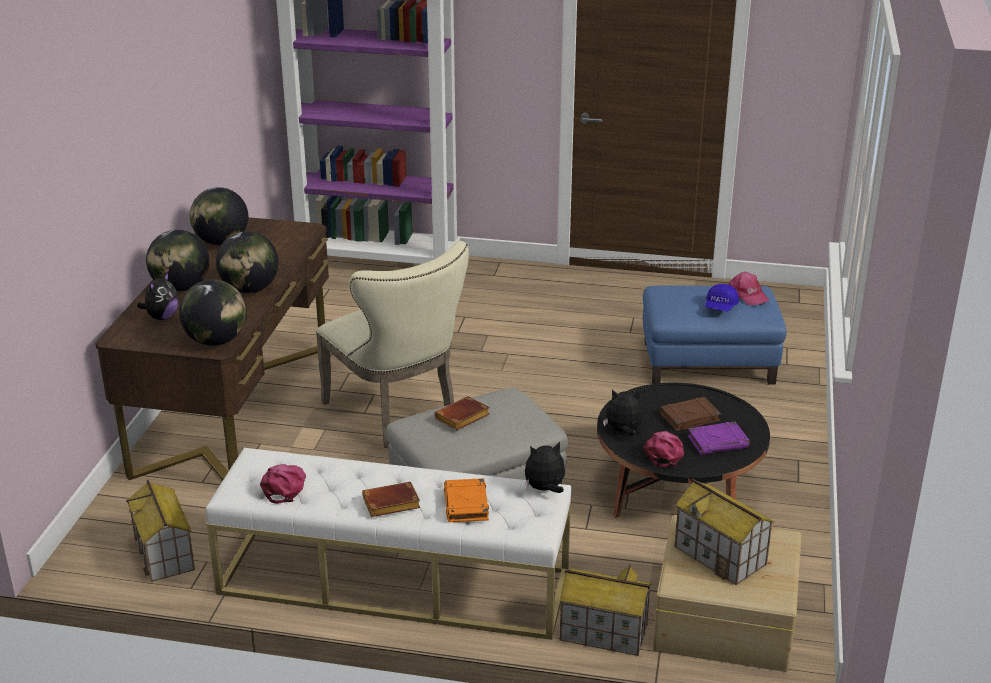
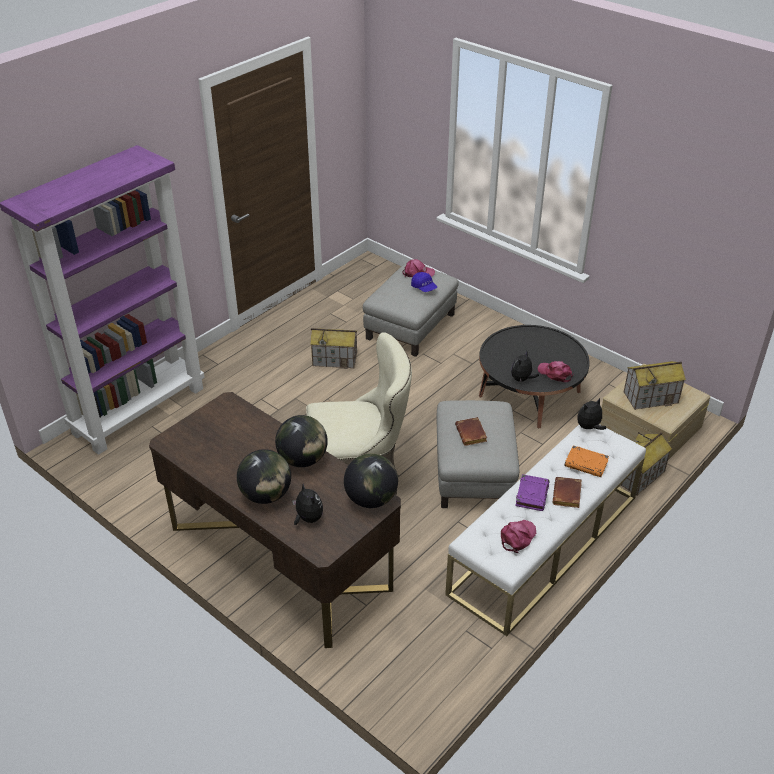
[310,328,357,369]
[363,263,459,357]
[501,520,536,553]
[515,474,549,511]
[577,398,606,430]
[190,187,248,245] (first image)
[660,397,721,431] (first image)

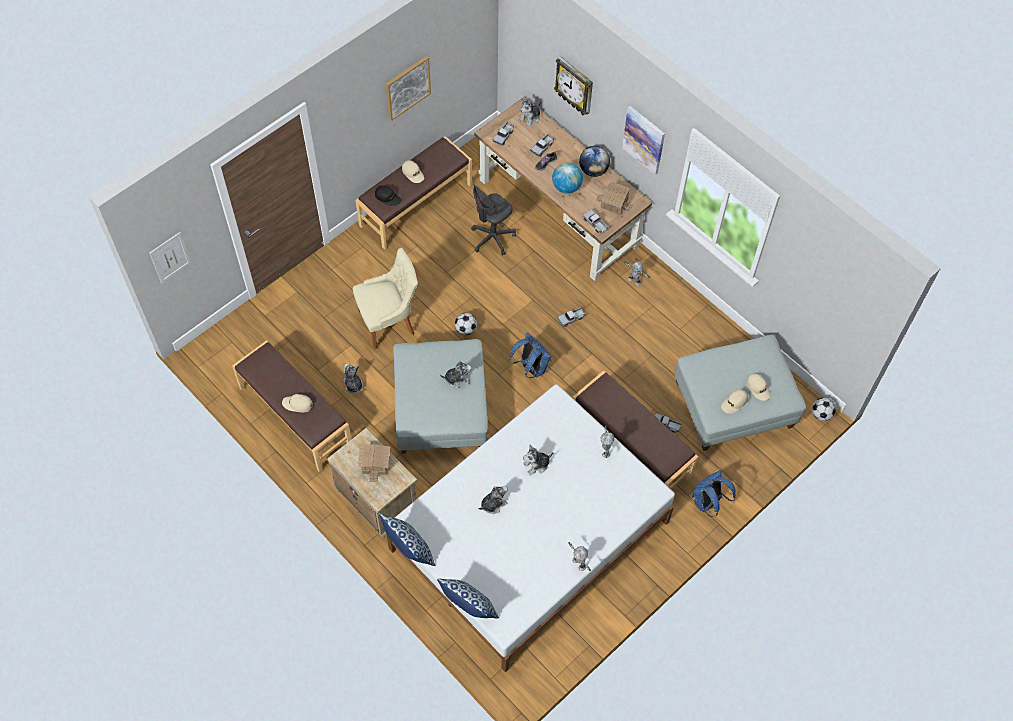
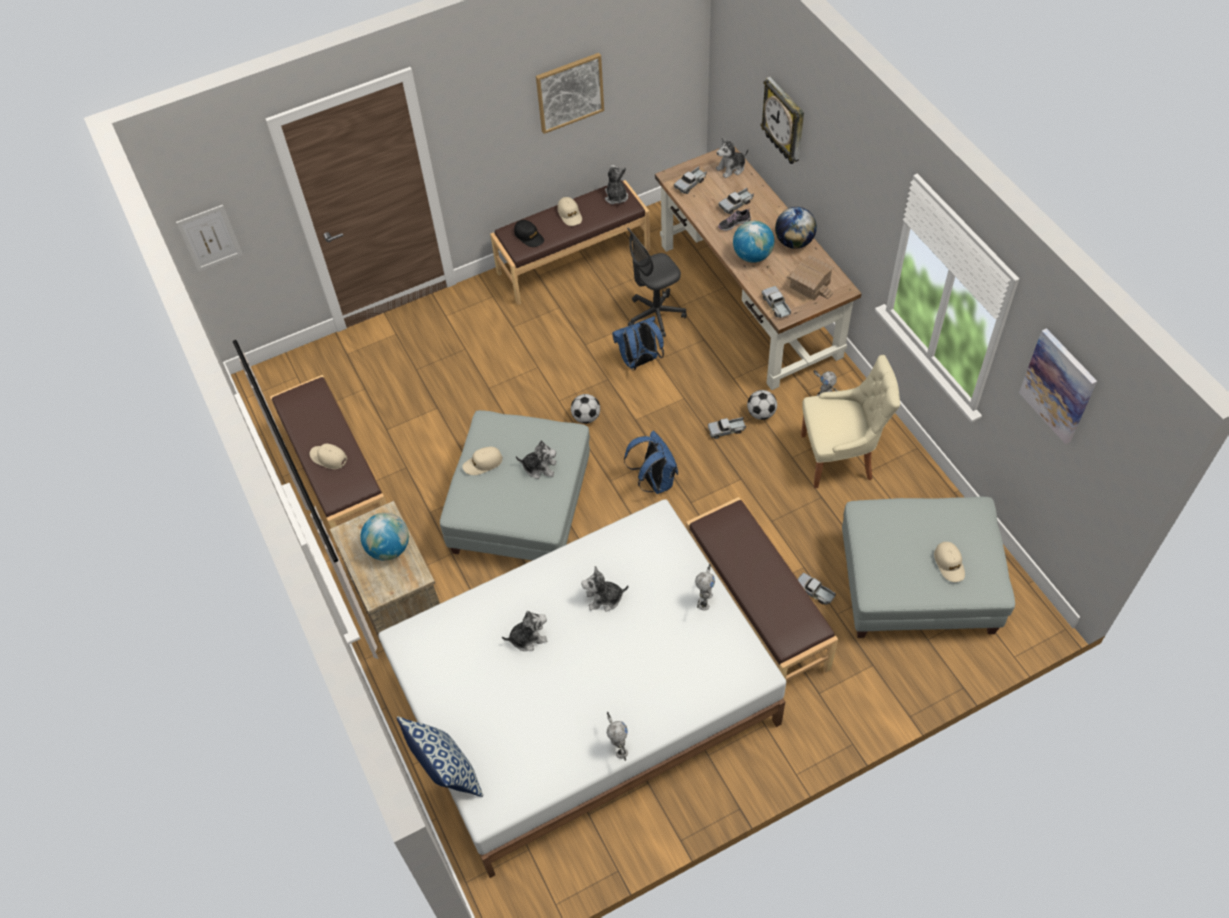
[361,513,409,561]
[462,447,503,475]
[605,165,628,204]
[612,316,664,371]
[747,390,777,420]
[801,355,900,488]
[1019,328,1097,444]
[379,514,435,566] (first image)

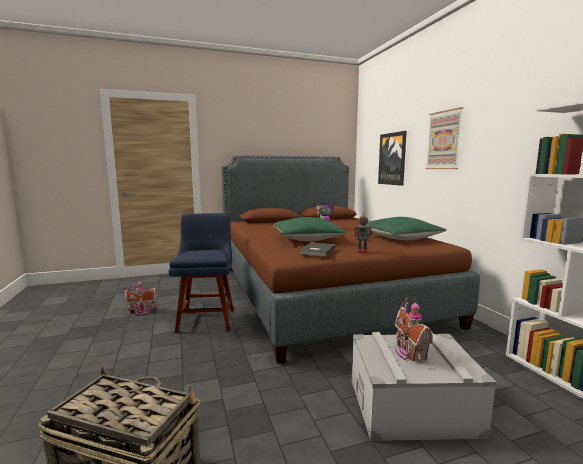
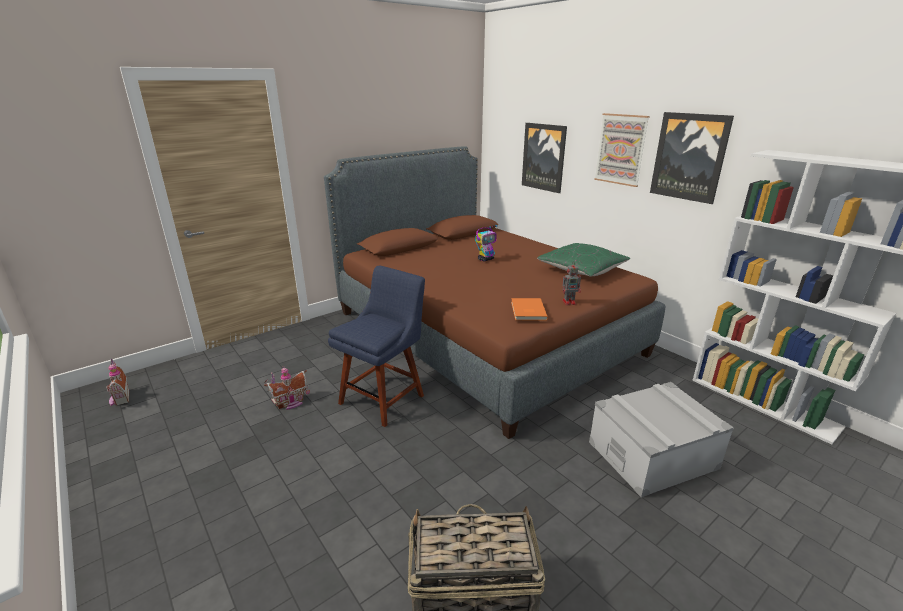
[106,359,129,406]
[328,266,425,427]
[511,298,548,321]
[650,112,734,204]
[273,217,347,241] (first image)

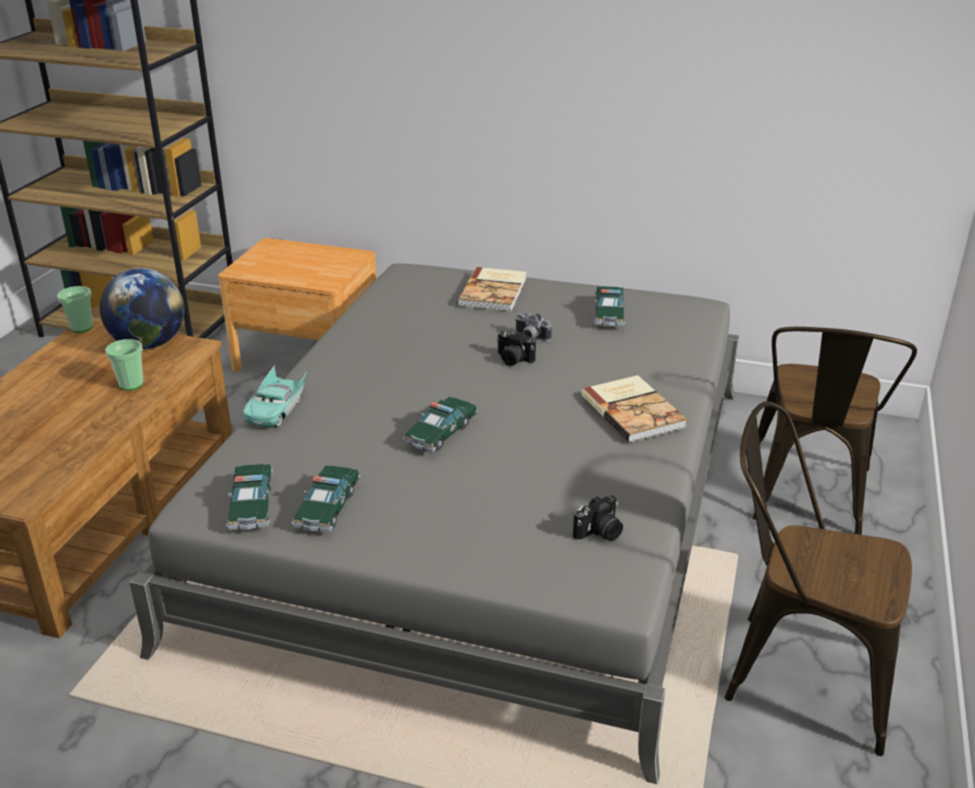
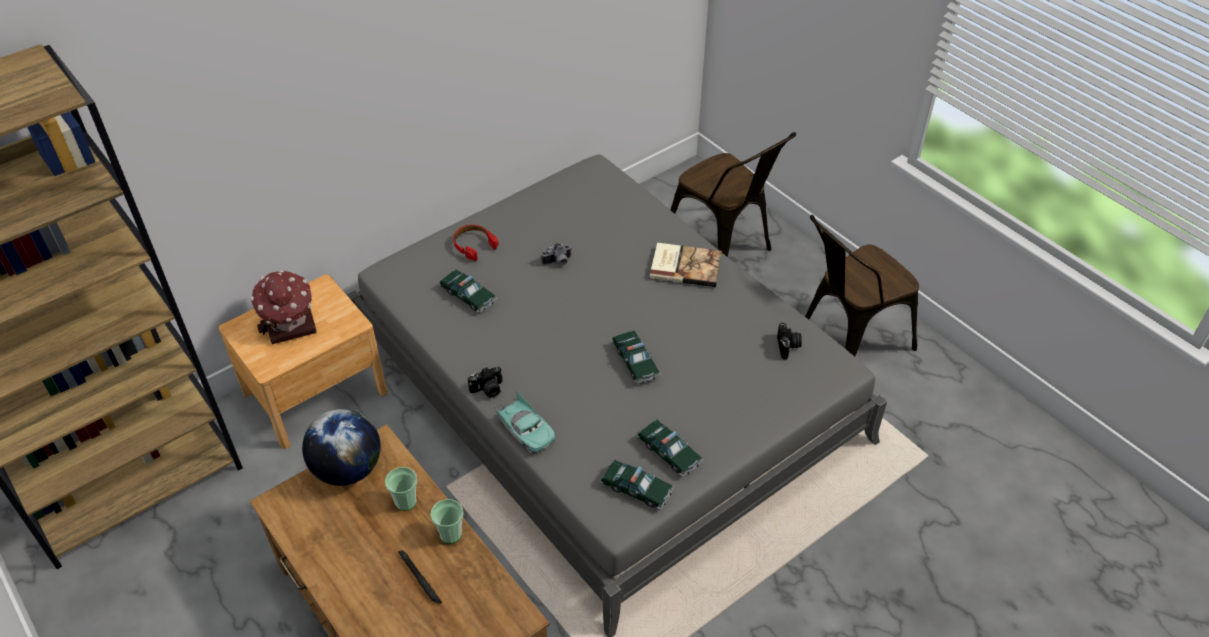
[250,270,317,344]
[398,550,442,603]
[430,499,464,544]
[439,269,497,313]
[453,224,499,261]
[468,367,503,398]

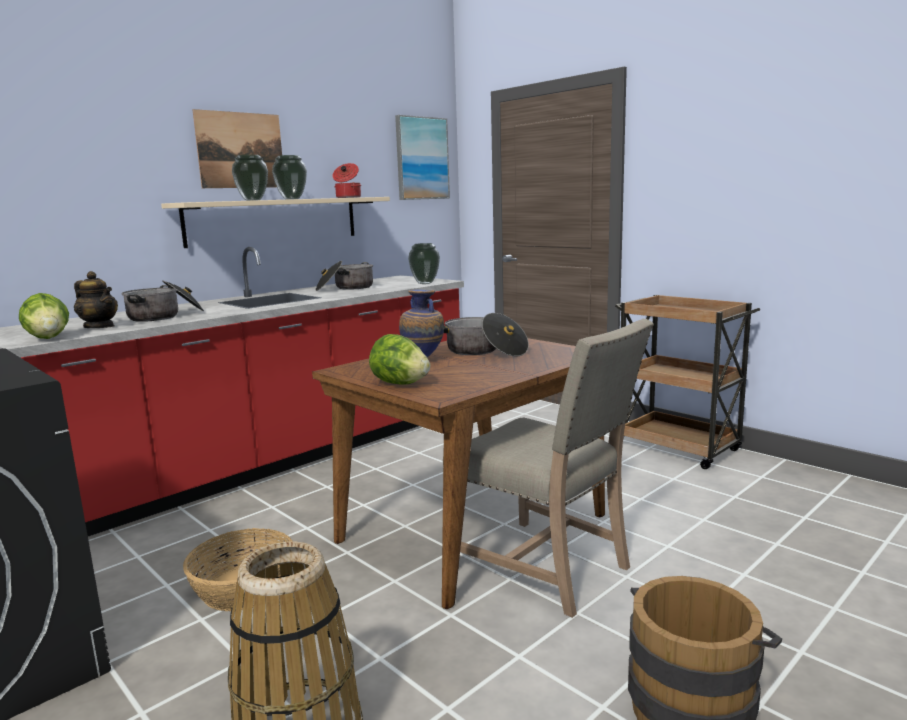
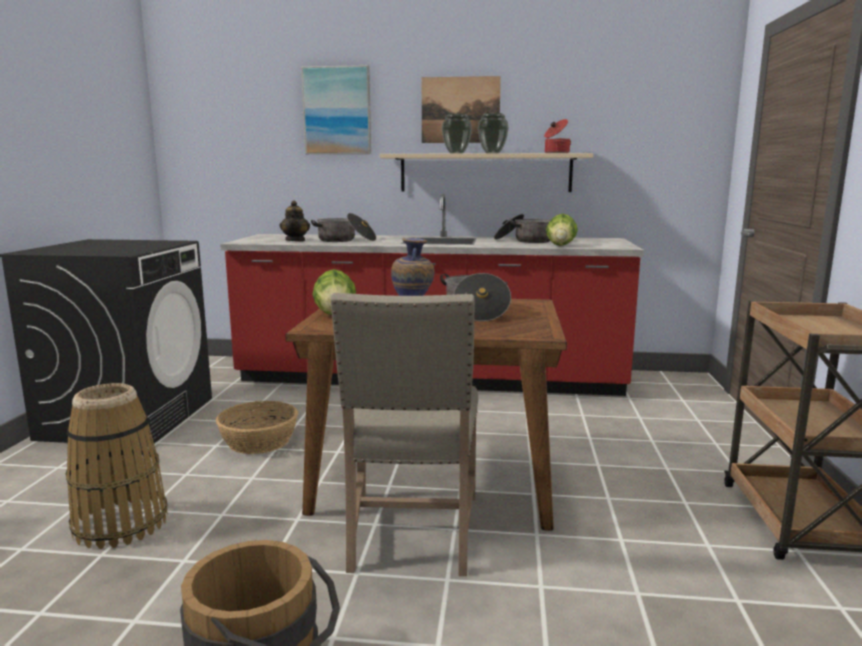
[301,65,371,154]
[546,214,578,246]
[408,243,440,284] (first image)

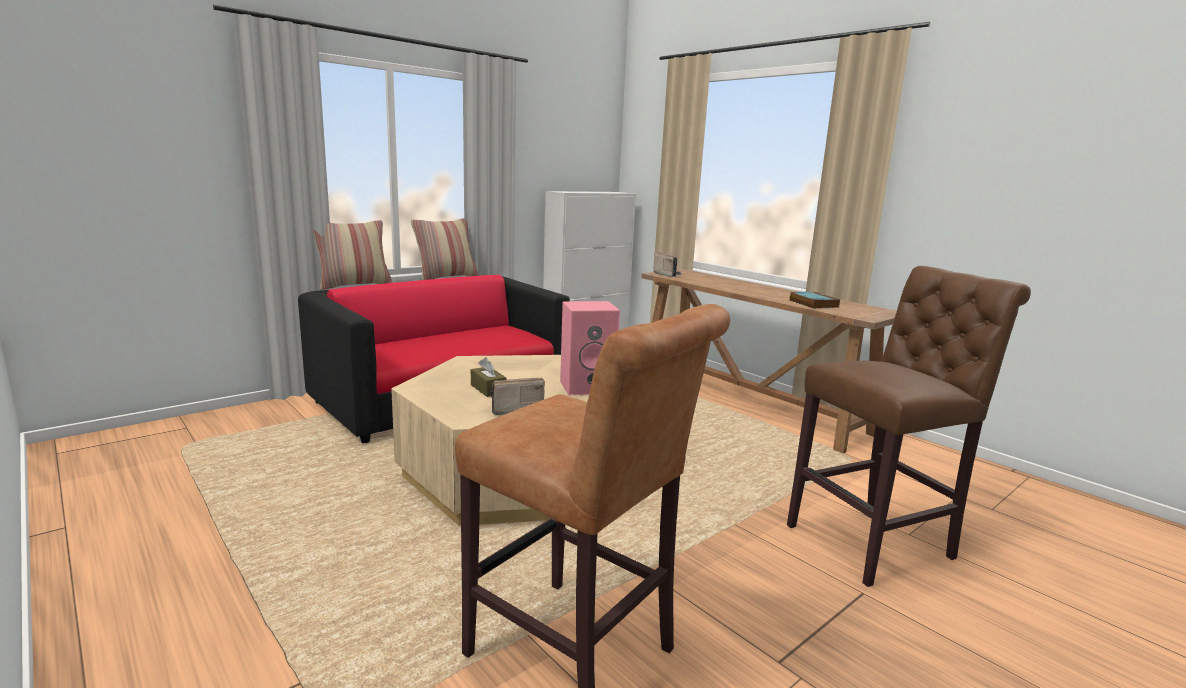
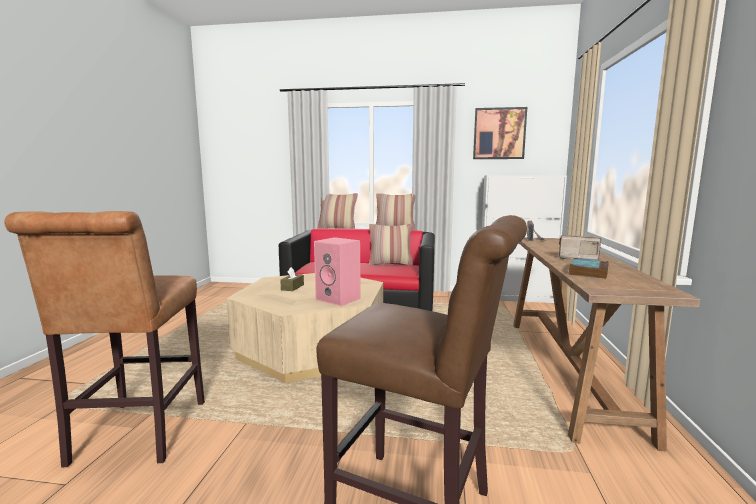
[369,224,413,266]
[473,107,527,159]
[559,235,601,260]

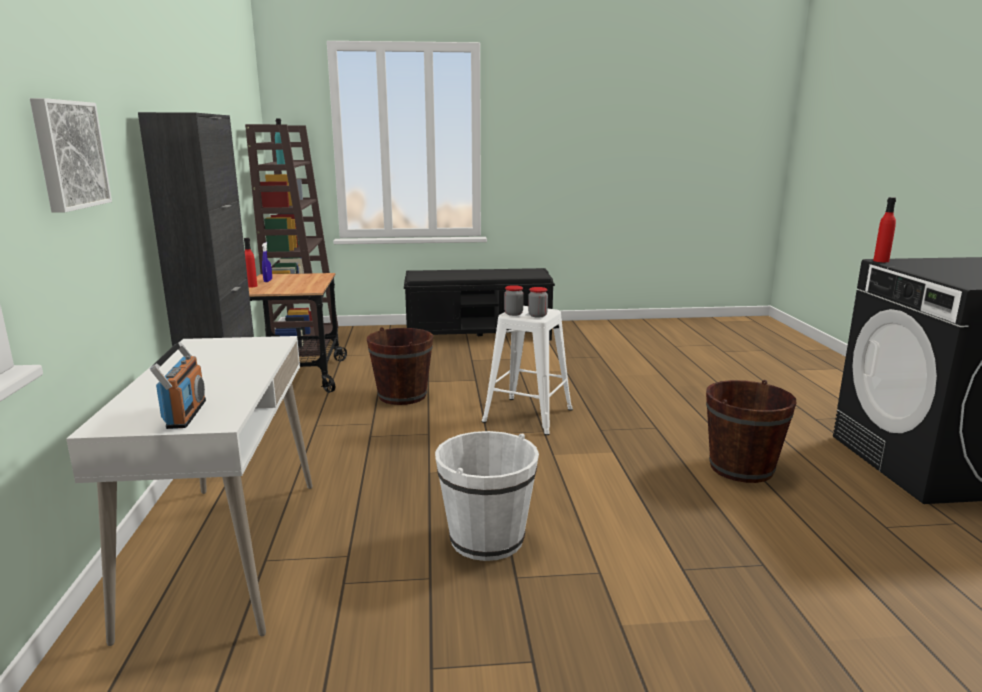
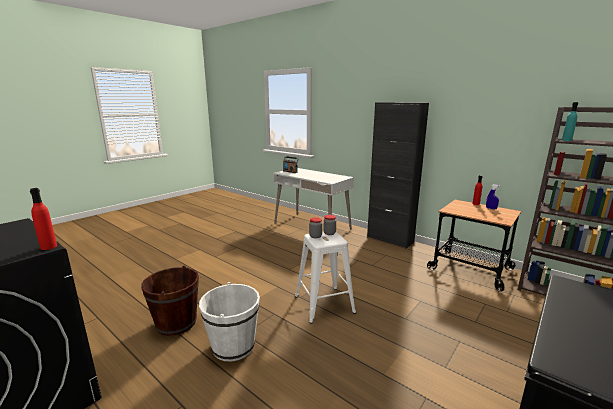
[199,282,260,361]
[30,98,112,213] (first image)
[367,327,433,405] (first image)

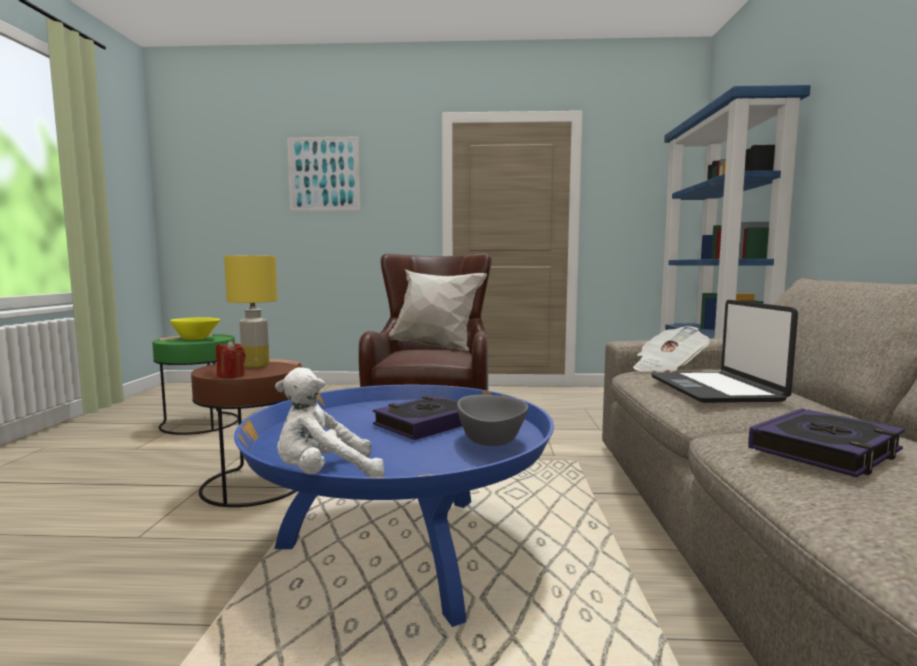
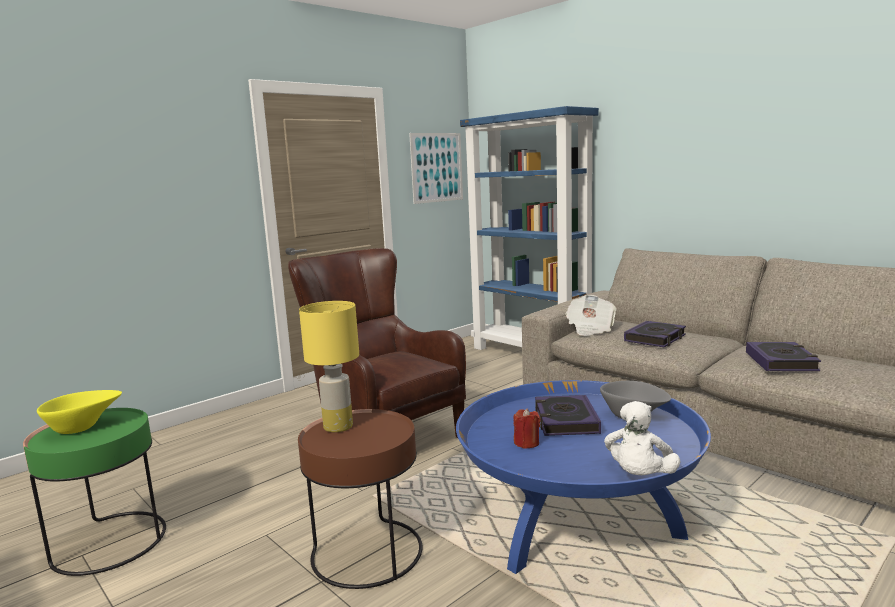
[409,133,463,204]
[513,408,541,449]
[624,321,686,347]
[389,269,487,351] (first image)

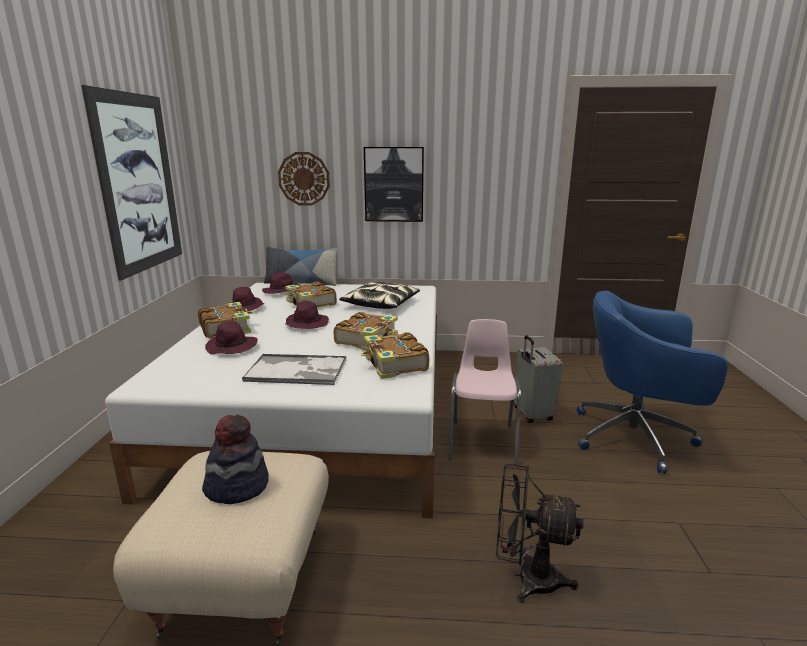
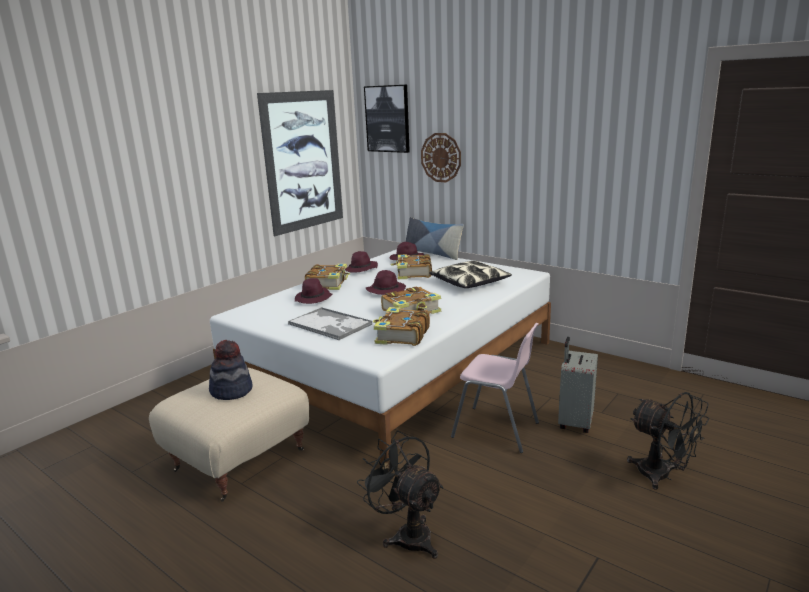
[364,85,410,153]
[451,323,539,453]
[627,392,709,490]

